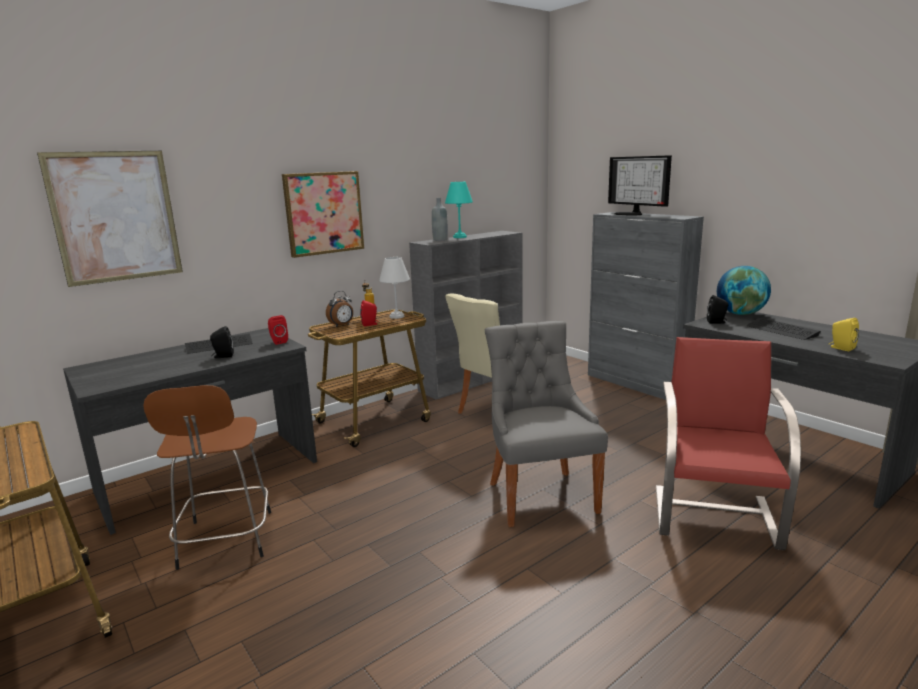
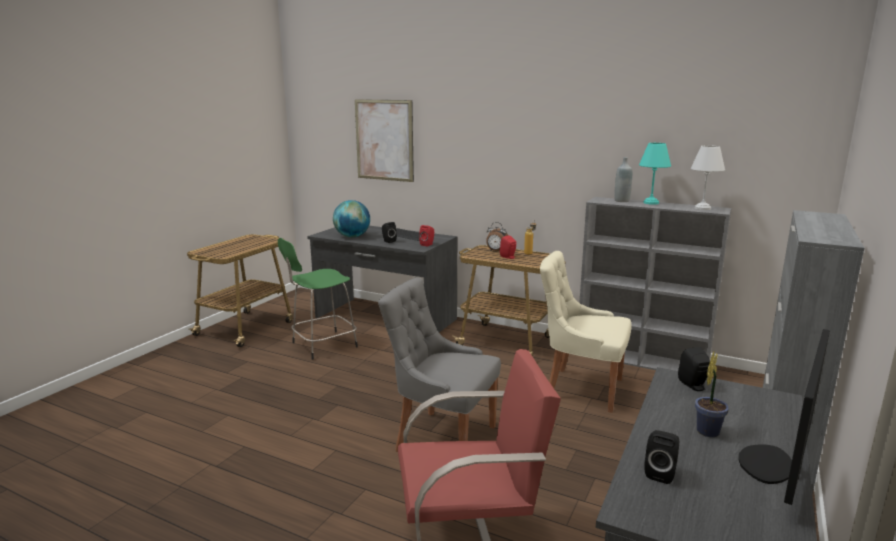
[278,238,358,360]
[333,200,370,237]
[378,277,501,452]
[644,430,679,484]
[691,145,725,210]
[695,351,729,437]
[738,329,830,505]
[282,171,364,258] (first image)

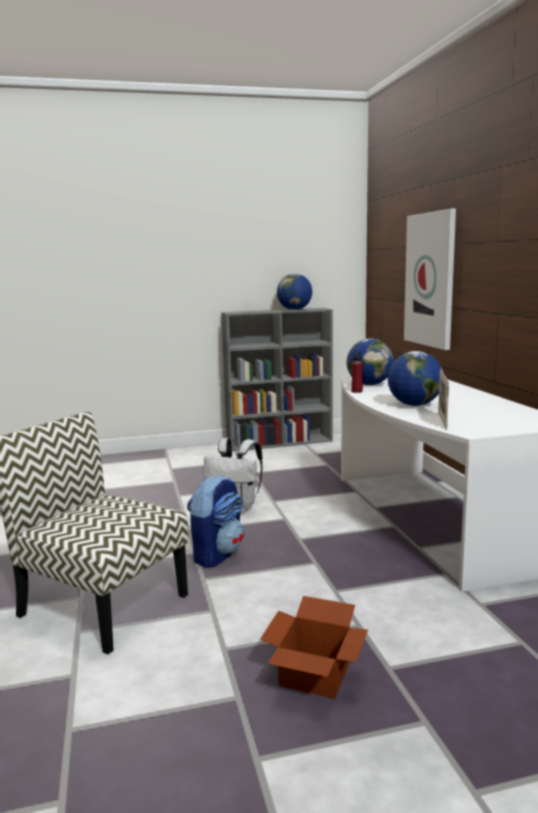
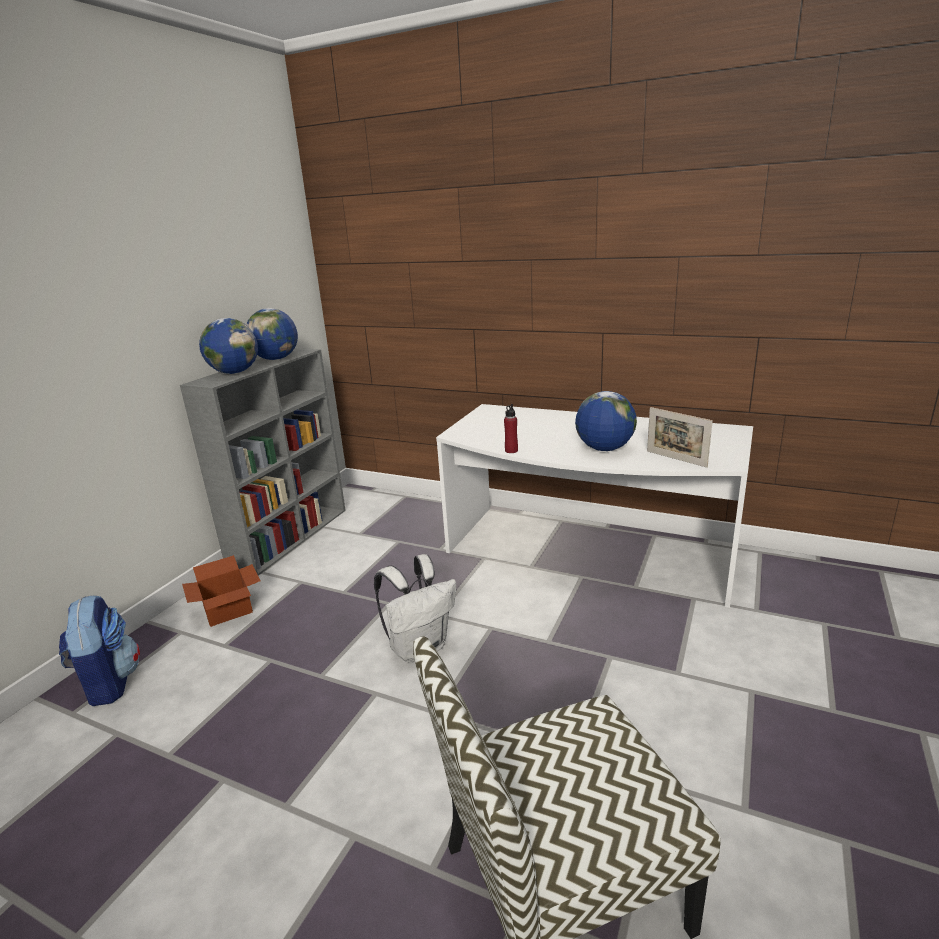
[59,596,140,706]
[182,555,260,627]
[199,318,258,374]
[404,208,456,350] (first image)

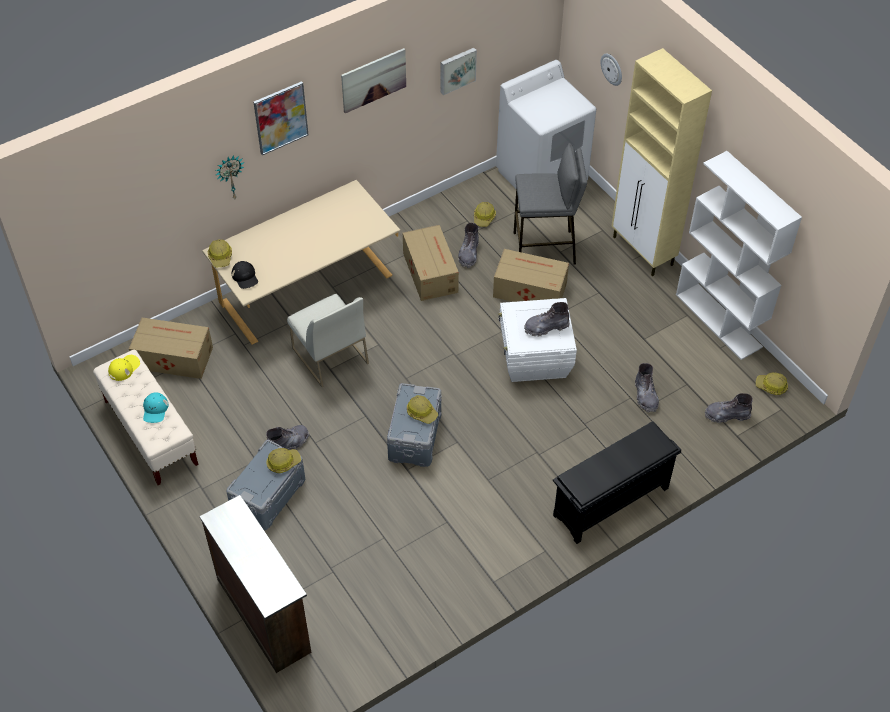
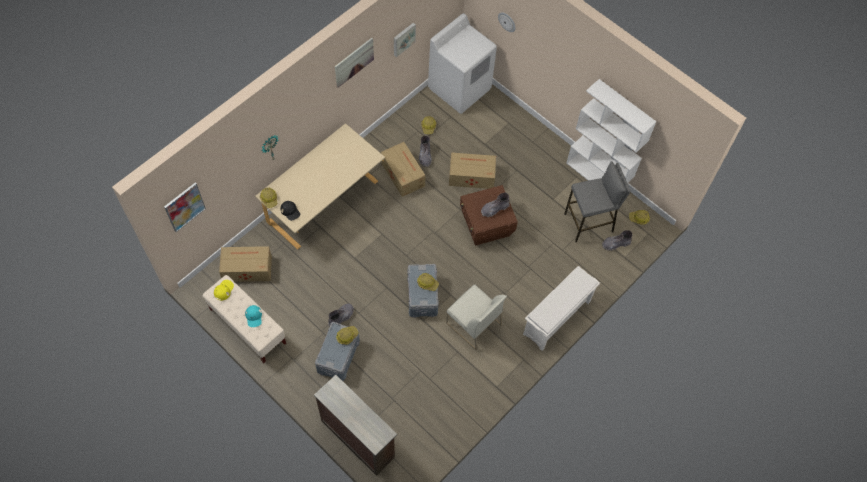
[164,183,206,232]
[446,284,507,350]
[460,185,518,246]
[523,266,600,351]
[564,161,631,242]
[612,48,712,276] (first image)
[635,363,659,413] (first image)

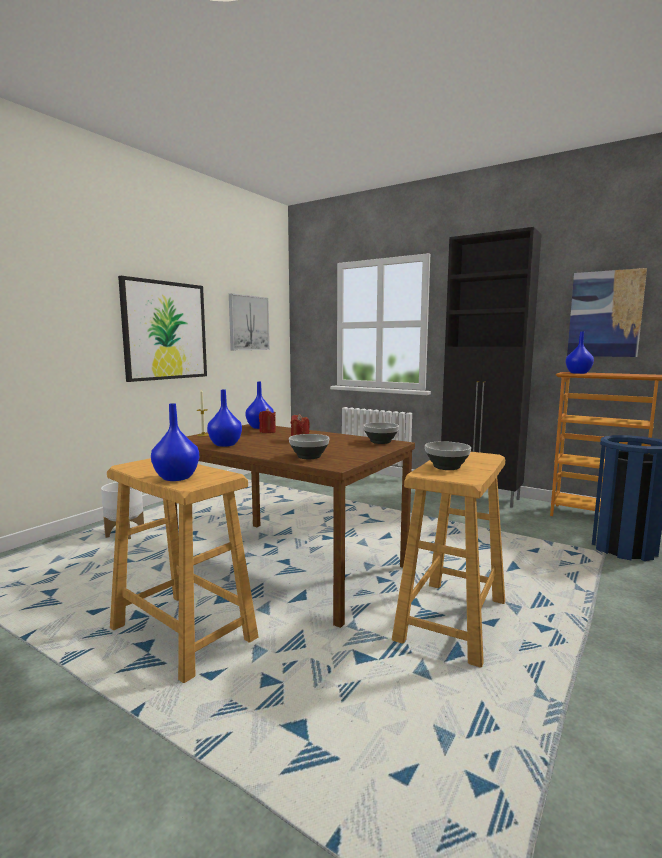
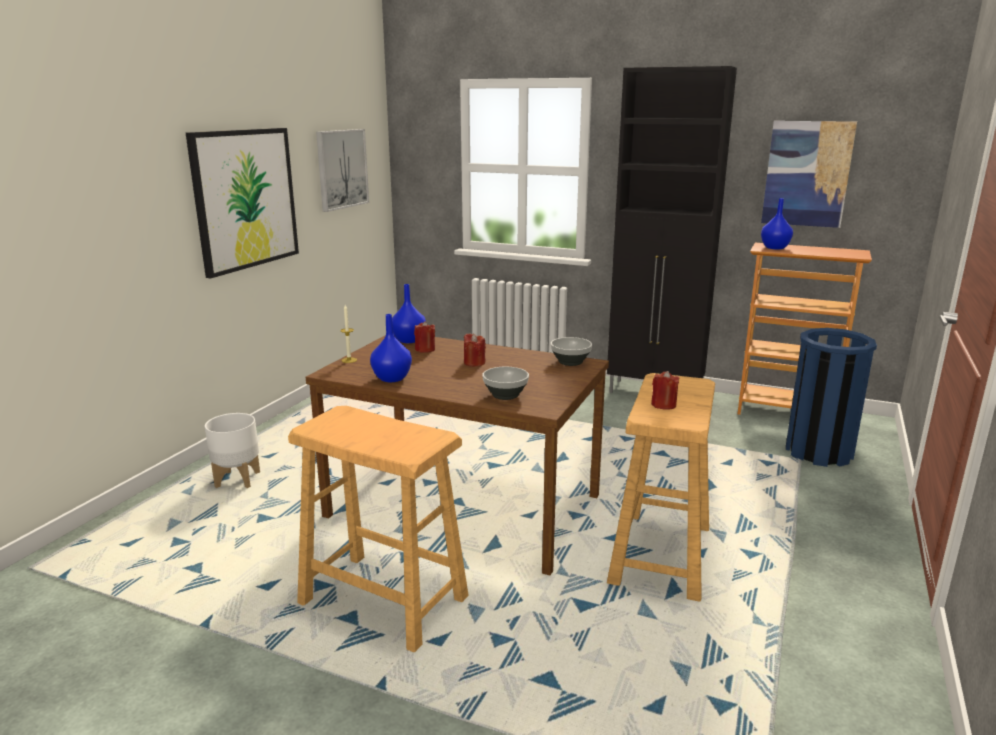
[651,371,679,410]
[151,403,199,481] (first image)

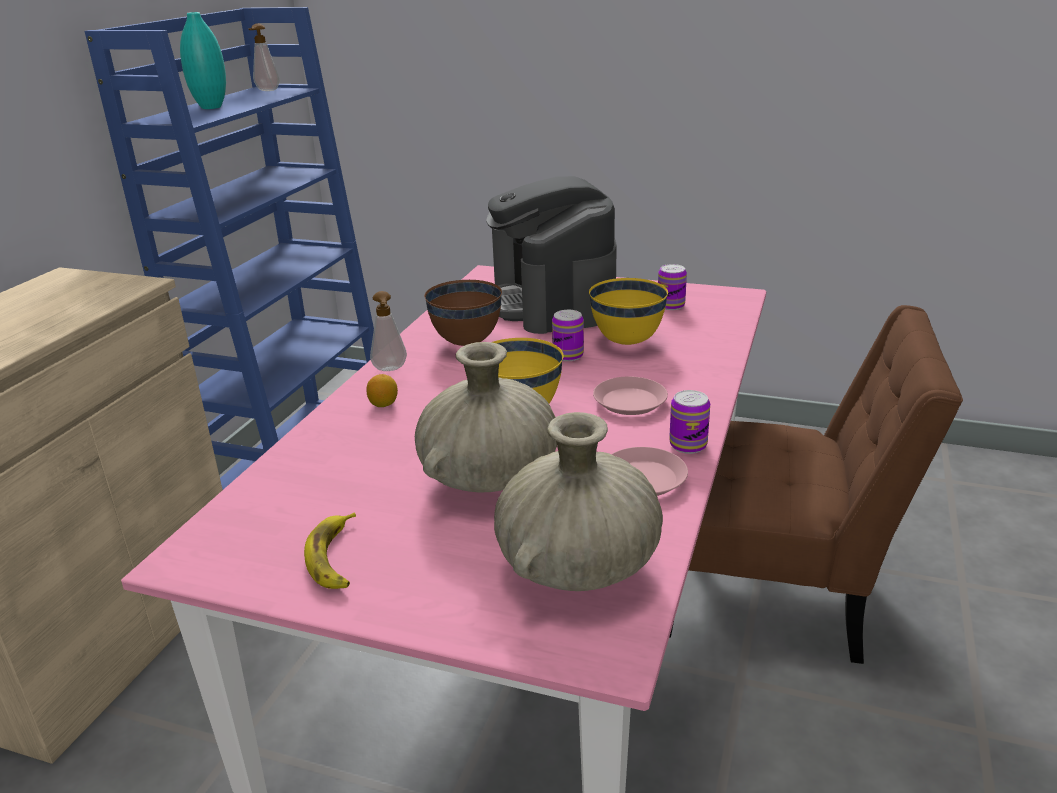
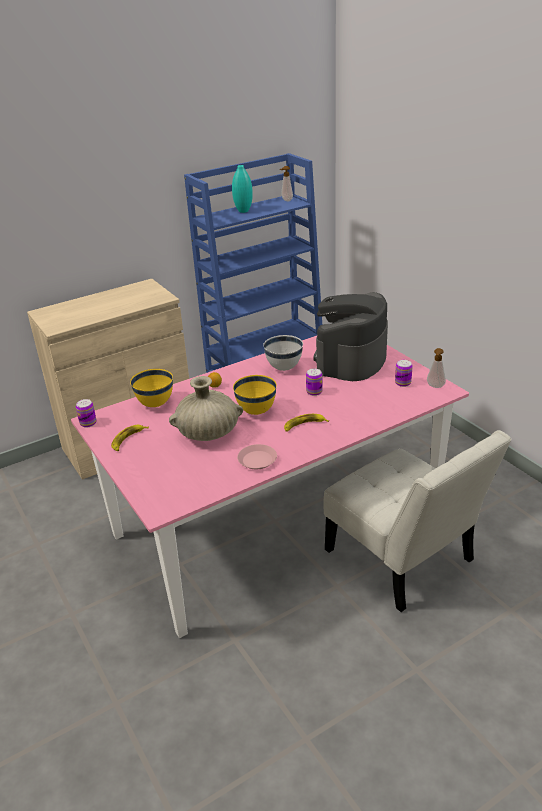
[76,399,97,428]
[130,369,173,407]
[263,335,303,371]
[284,414,329,432]
[323,430,512,612]
[427,348,446,388]
[494,412,663,591] (first image)

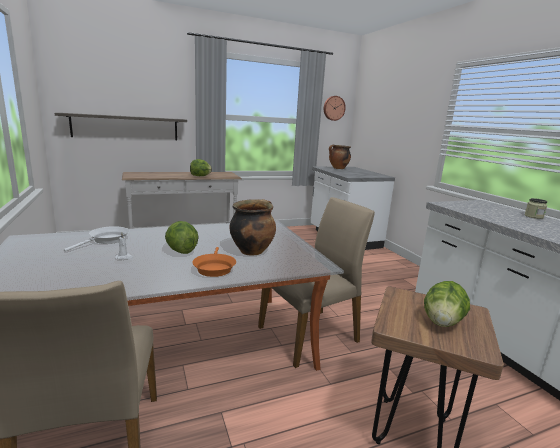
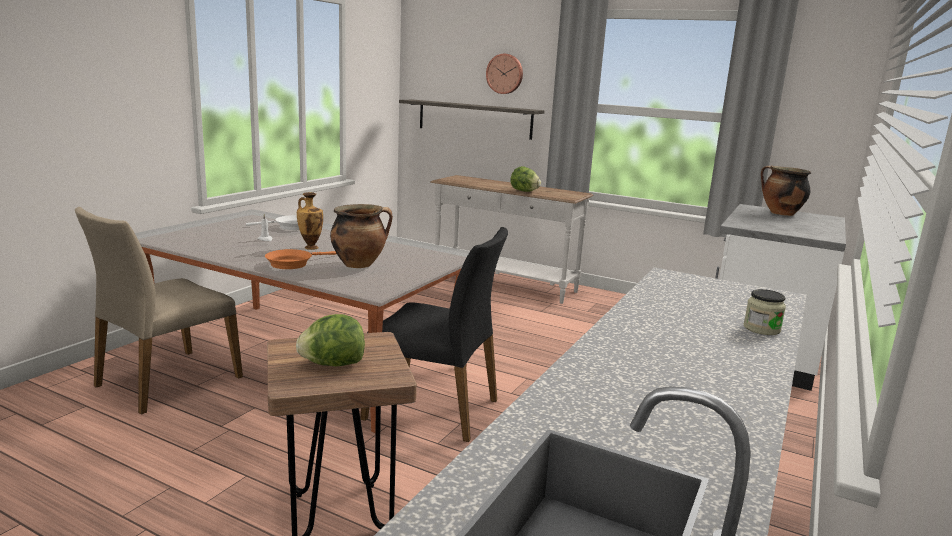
[297,192,323,250]
[360,227,508,442]
[486,54,523,94]

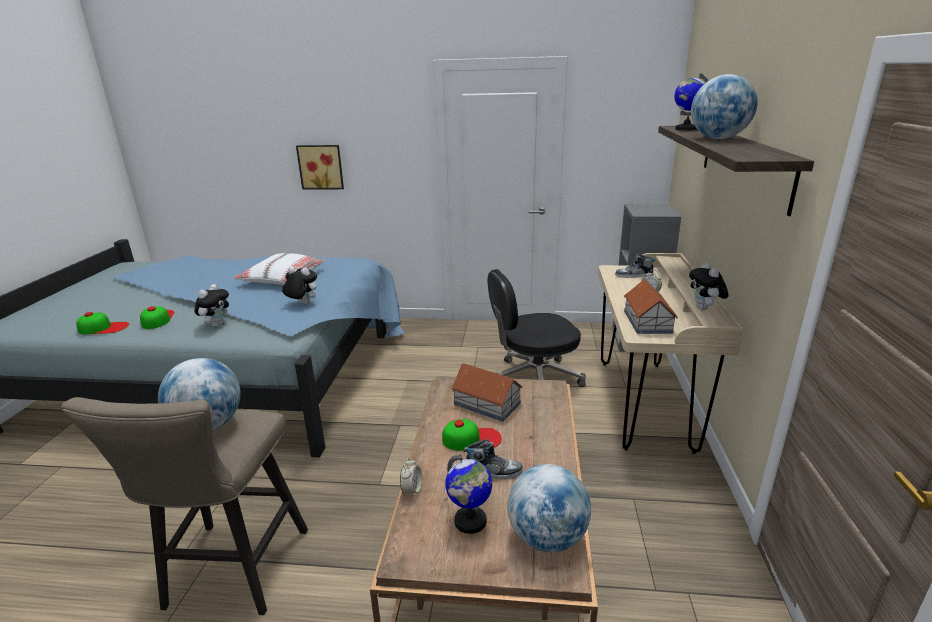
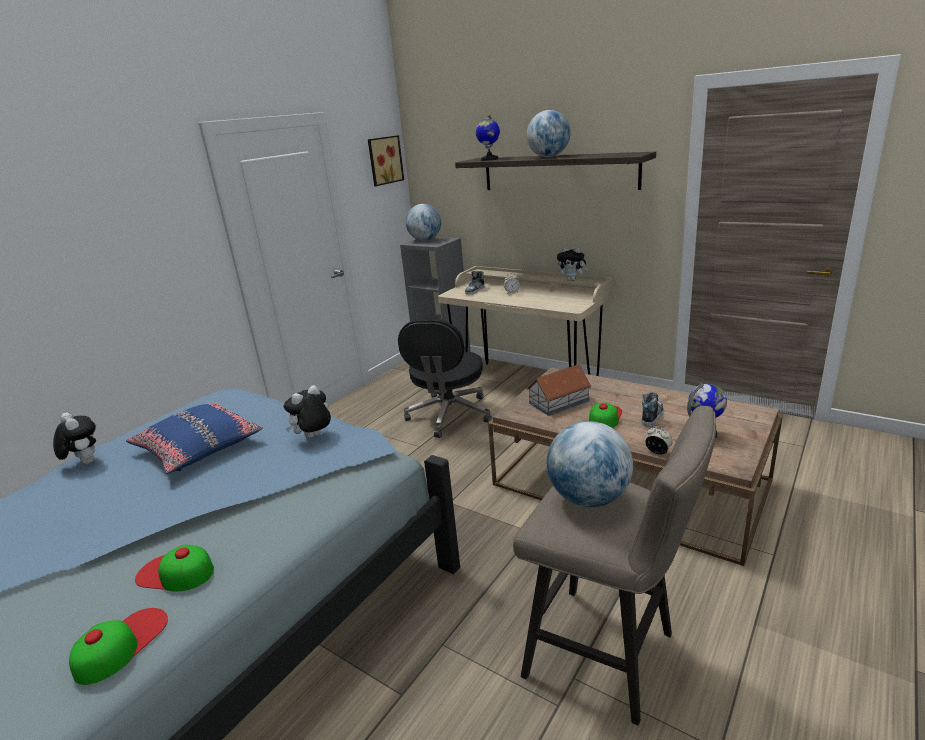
[53,412,96,464]
[126,402,263,474]
[368,135,404,186]
[406,204,441,241]
[624,279,678,334] (first image)

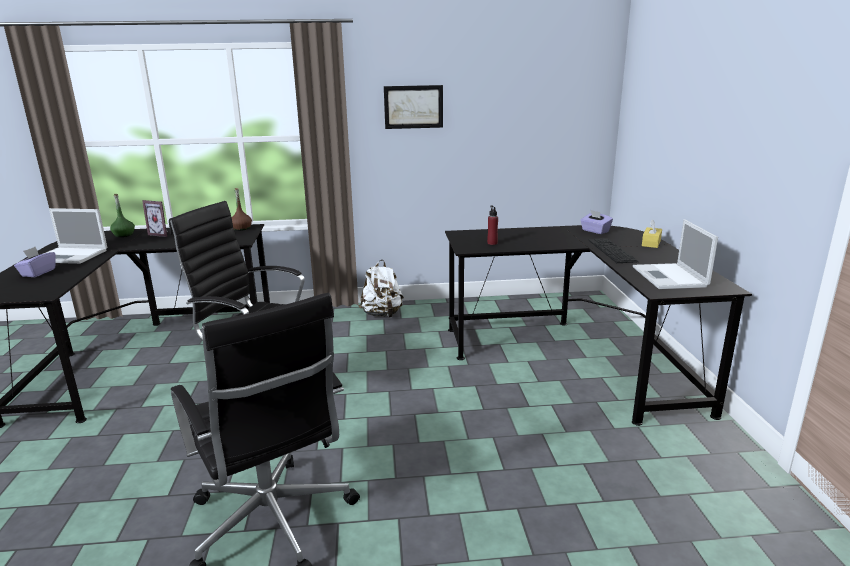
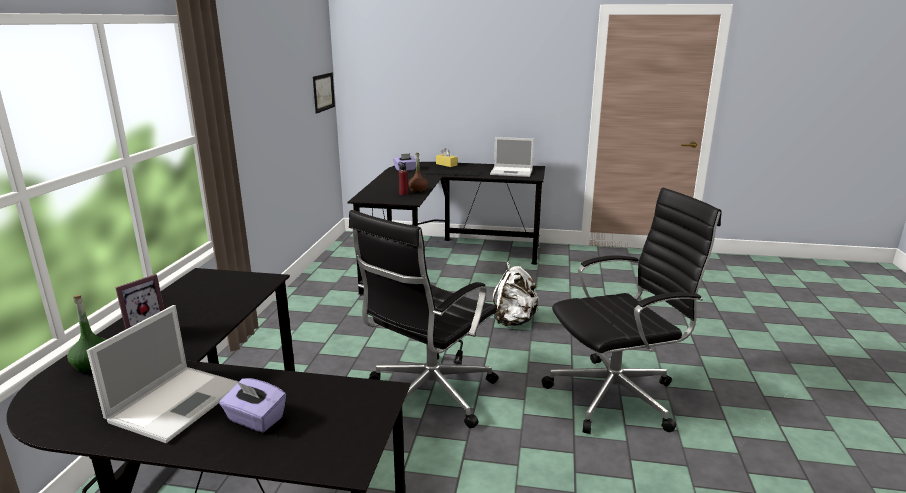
[313,72,335,114]
[408,153,428,193]
[493,262,539,326]

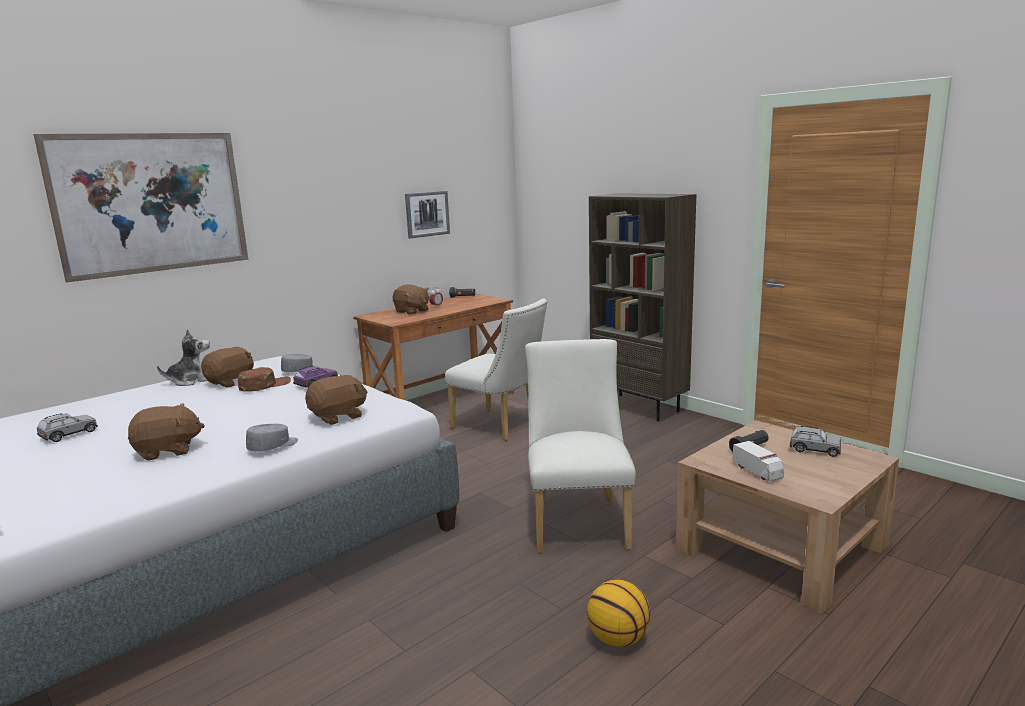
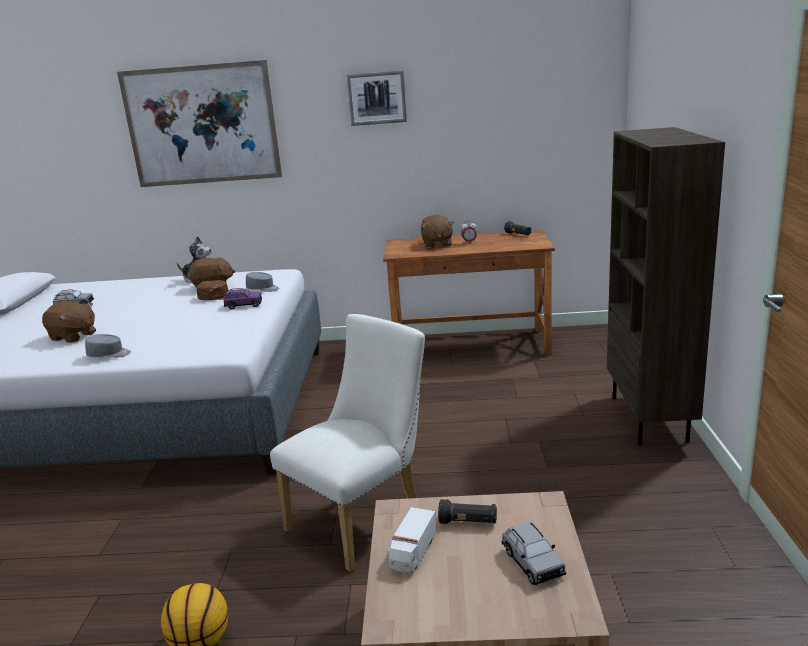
[346,70,407,126]
[305,375,368,425] (first image)
[445,299,547,441] (first image)

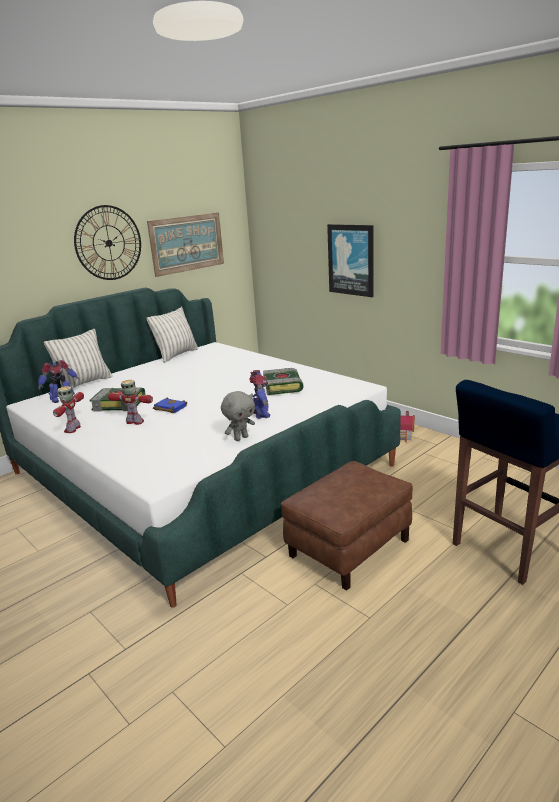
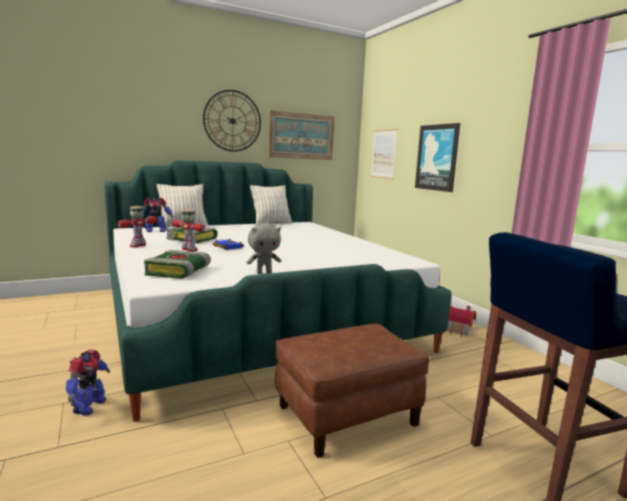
[66,349,110,416]
[144,250,211,279]
[371,129,397,179]

